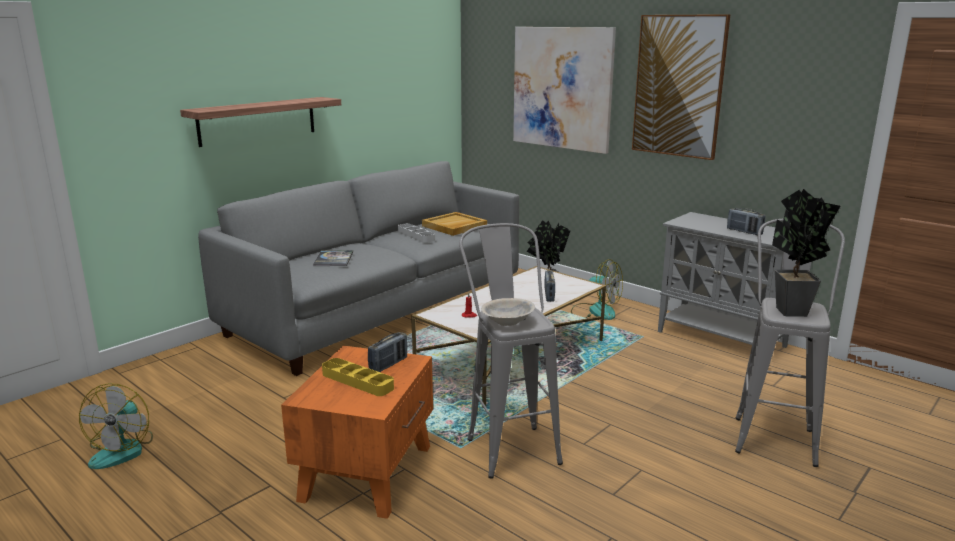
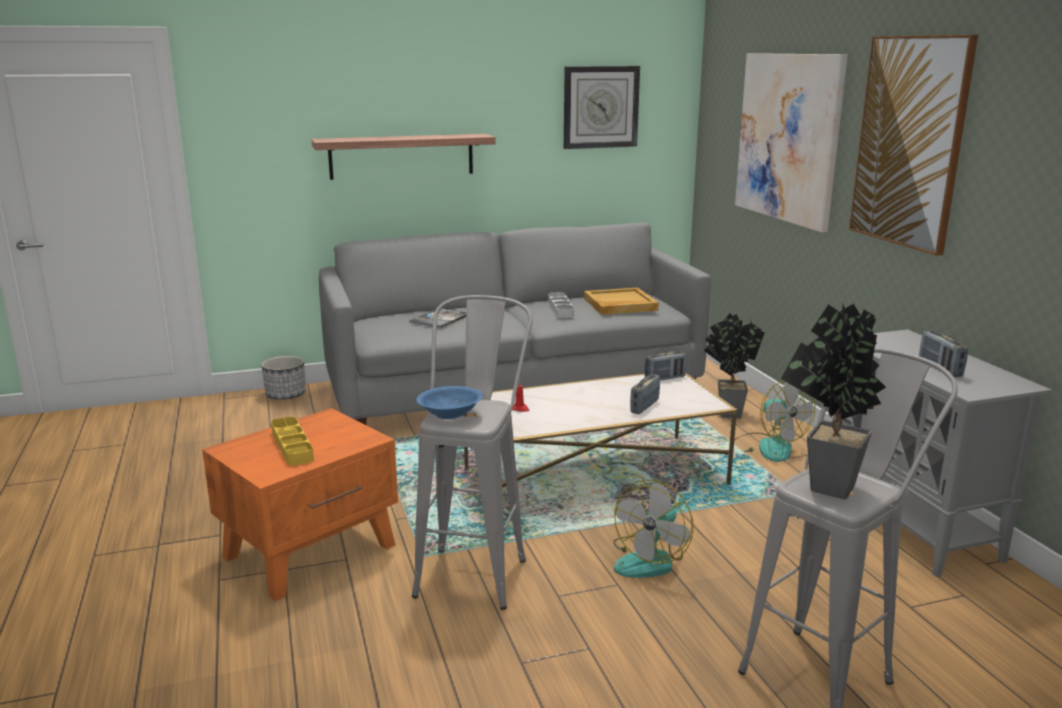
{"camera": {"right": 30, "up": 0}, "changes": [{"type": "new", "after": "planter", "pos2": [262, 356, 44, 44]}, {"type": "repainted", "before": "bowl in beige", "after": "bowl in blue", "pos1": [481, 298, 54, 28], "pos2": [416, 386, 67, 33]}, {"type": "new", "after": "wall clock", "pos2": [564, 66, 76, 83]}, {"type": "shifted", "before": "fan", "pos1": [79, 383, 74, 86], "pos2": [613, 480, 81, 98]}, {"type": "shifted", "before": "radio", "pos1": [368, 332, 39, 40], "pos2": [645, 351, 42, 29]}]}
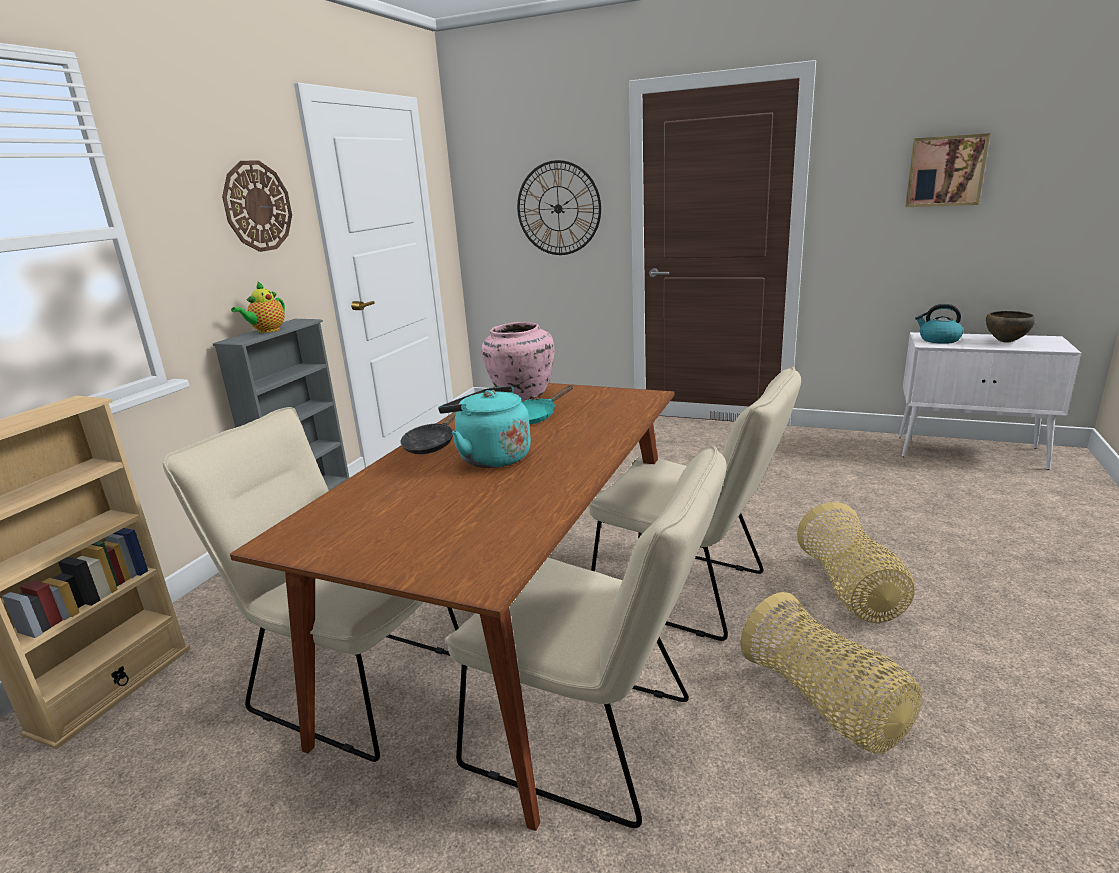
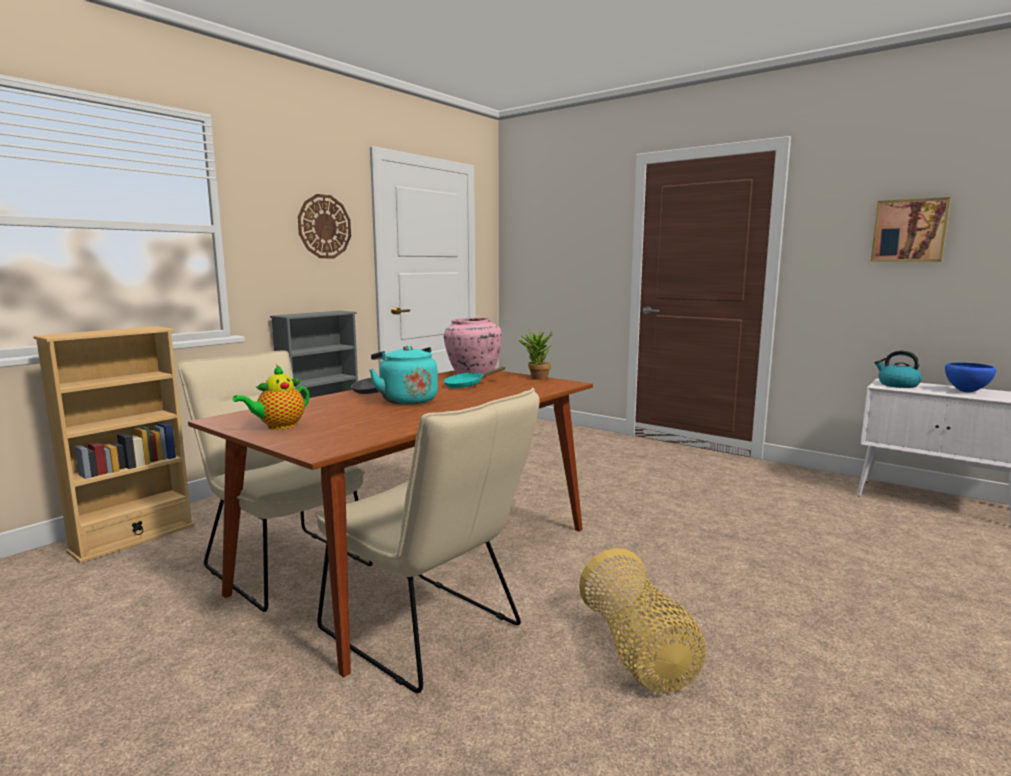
{"camera": {"right": 15, "up": -10}, "changes": [{"type": "shifted", "before": "teapot", "pos1": [231, 281, 54, 52], "pos2": [233, 365, 76, 65]}, {"type": "new", "after": "potted plant", "pos2": [518, 330, 34, 50]}, {"type": "repainted", "before": "bowl in brown", "after": "bowl in blue", "pos1": [986, 311, 50, 32], "pos2": [945, 362, 51, 30]}, {"type": "gone", "before": "wall clock", "pos1": [517, 160, 84, 95]}, {"type": "gone", "before": "chair in beige", "pos1": [589, 366, 212, 275]}, {"type": "gone", "before": "basket", "pos1": [797, 502, 117, 121]}]}
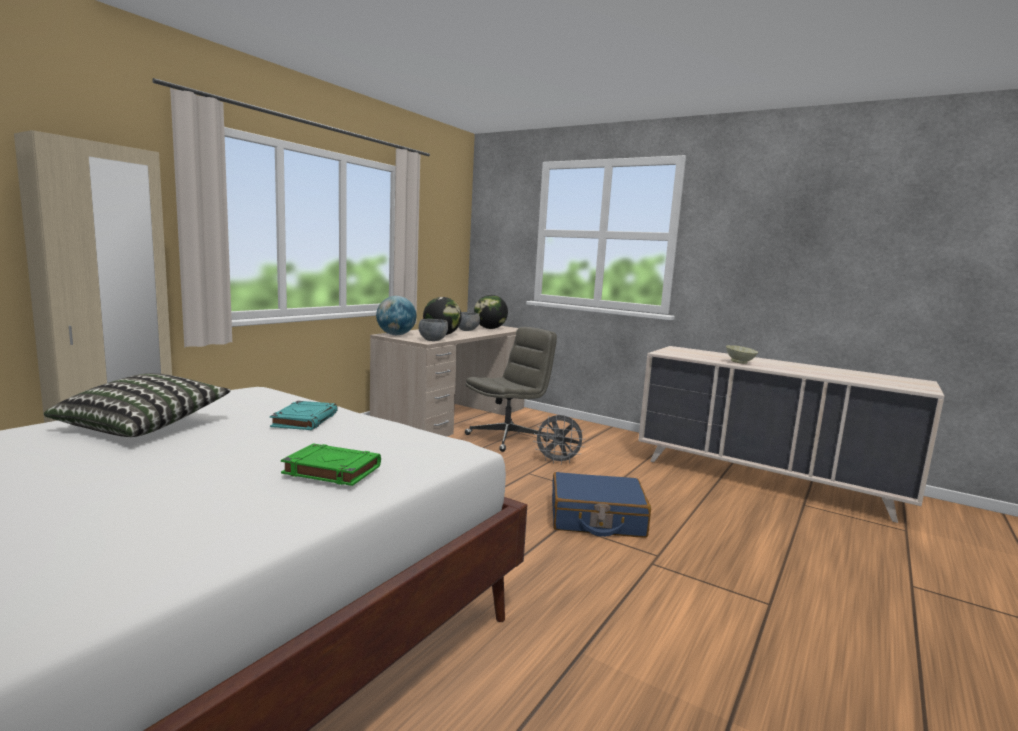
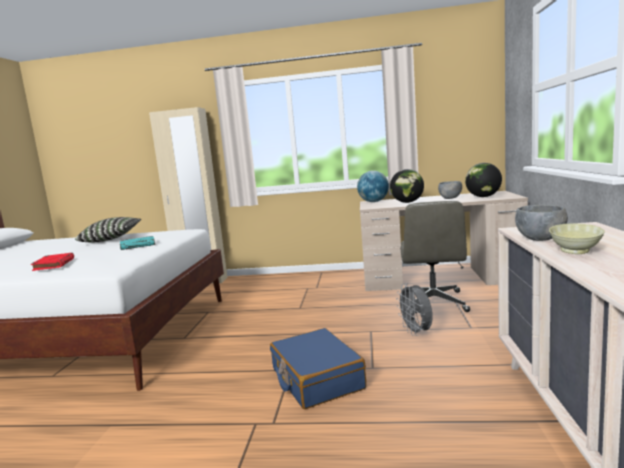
{"camera": {"right": 65, "up": 0}, "changes": [{"type": "repainted", "before": "book in green", "after": "book in red", "pos1": [281, 443, 100, 43], "pos2": [31, 253, 43, 18]}, {"type": "rotated", "before": "office chair in grey", "pos1": [465, 327, 92, 125], "pos2": [400, 201, 70, 111], "turn": 75}, {"type": "shifted", "before": "bowl in grey", "pos1": [418, 319, 30, 22], "pos2": [515, 205, 53, 36]}]}
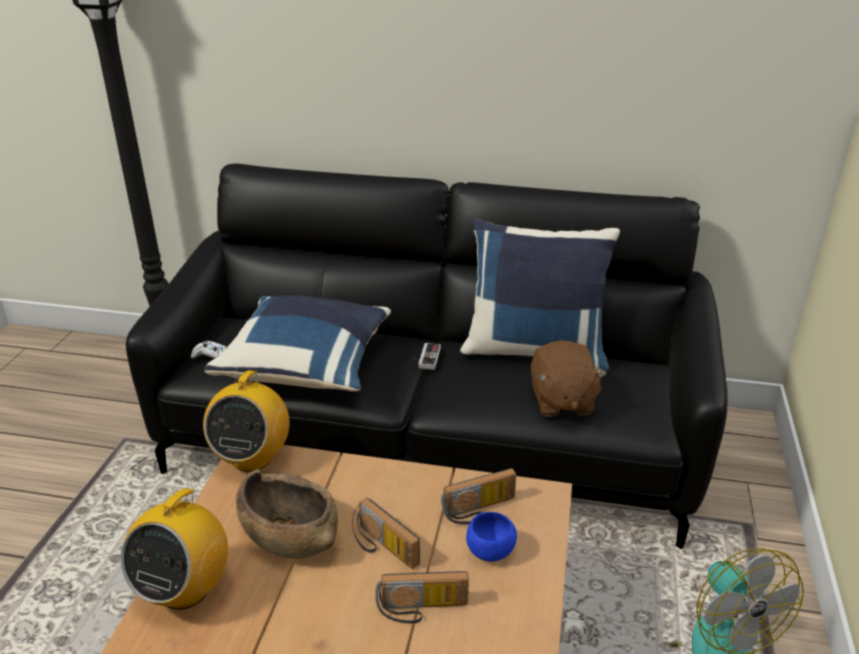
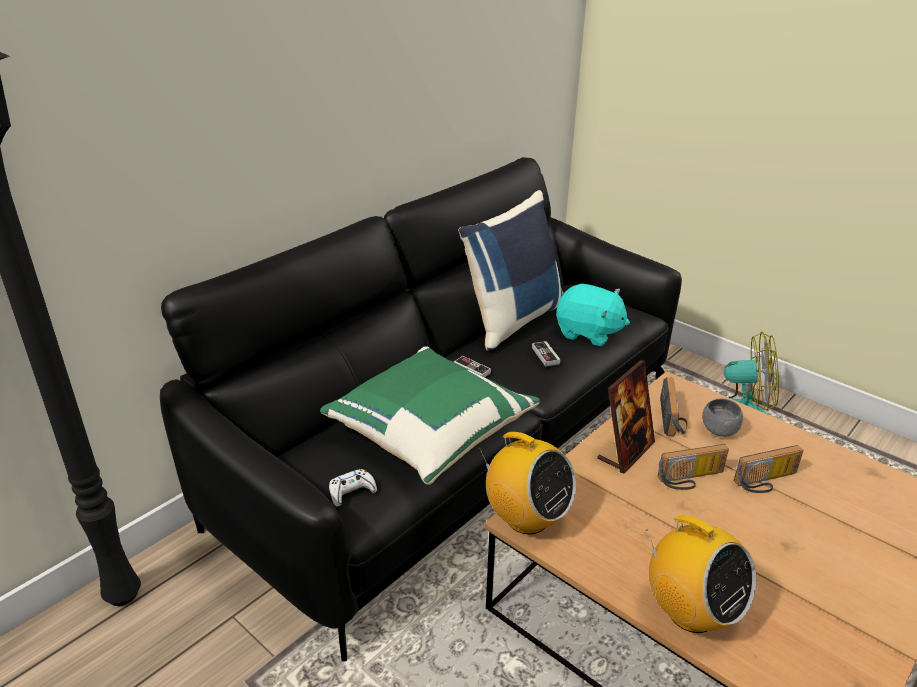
{"camera": {"right": -60, "up": 0}, "changes": [{"type": "repainted", "before": "pillow in blue", "after": "pillow in green", "pos1": [204, 295, 187, 96], "pos2": [320, 346, 220, 139]}, {"type": "new", "after": "game controller", "pos2": [532, 341, 29, 26]}, {"type": "repainted", "before": "plush toy in brown", "after": "plush toy in turquoise", "pos1": [531, 340, 76, 77], "pos2": [556, 284, 74, 62]}, {"type": "new", "after": "picture frame", "pos2": [597, 360, 58, 114]}, {"type": "repainted", "before": "bowl in blue", "after": "bowl in grey", "pos1": [466, 512, 51, 50], "pos2": [702, 399, 41, 38]}, {"type": "rotated", "before": "radio", "pos1": [375, 571, 94, 53], "pos2": [734, 445, 70, 48], "turn": 45}, {"type": "gone", "before": "bowl in brown", "pos1": [236, 469, 102, 90]}]}
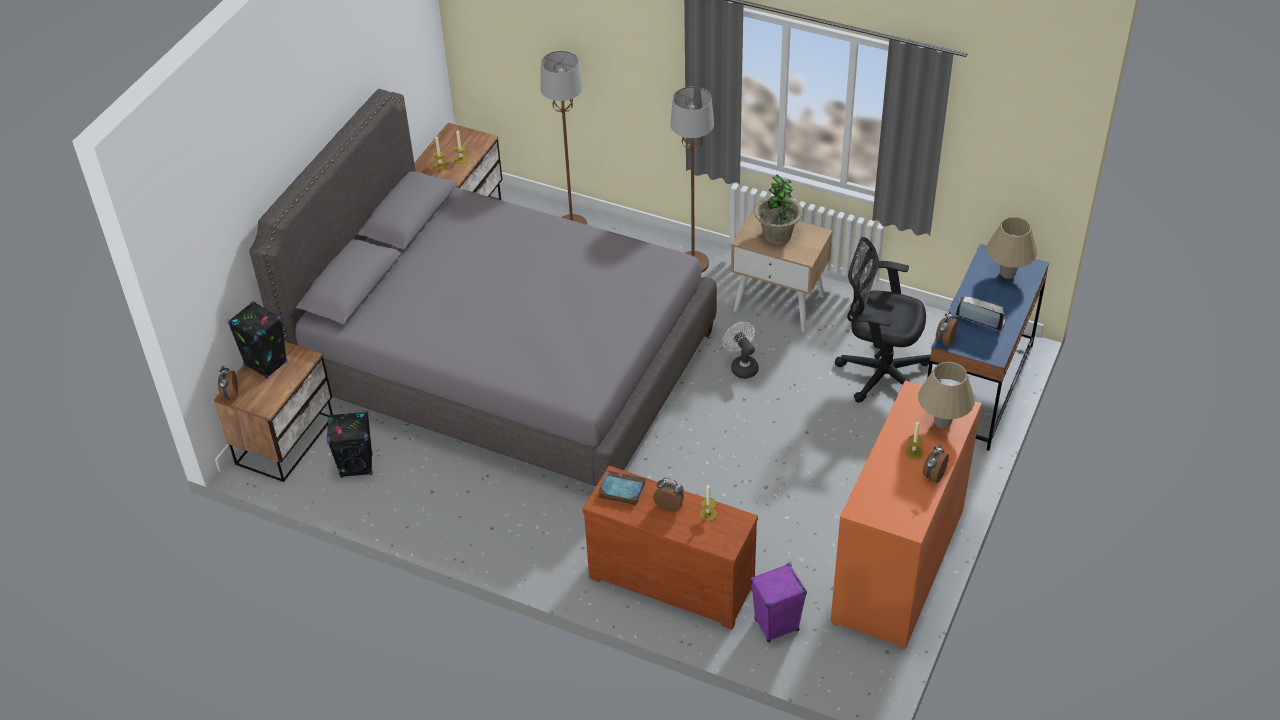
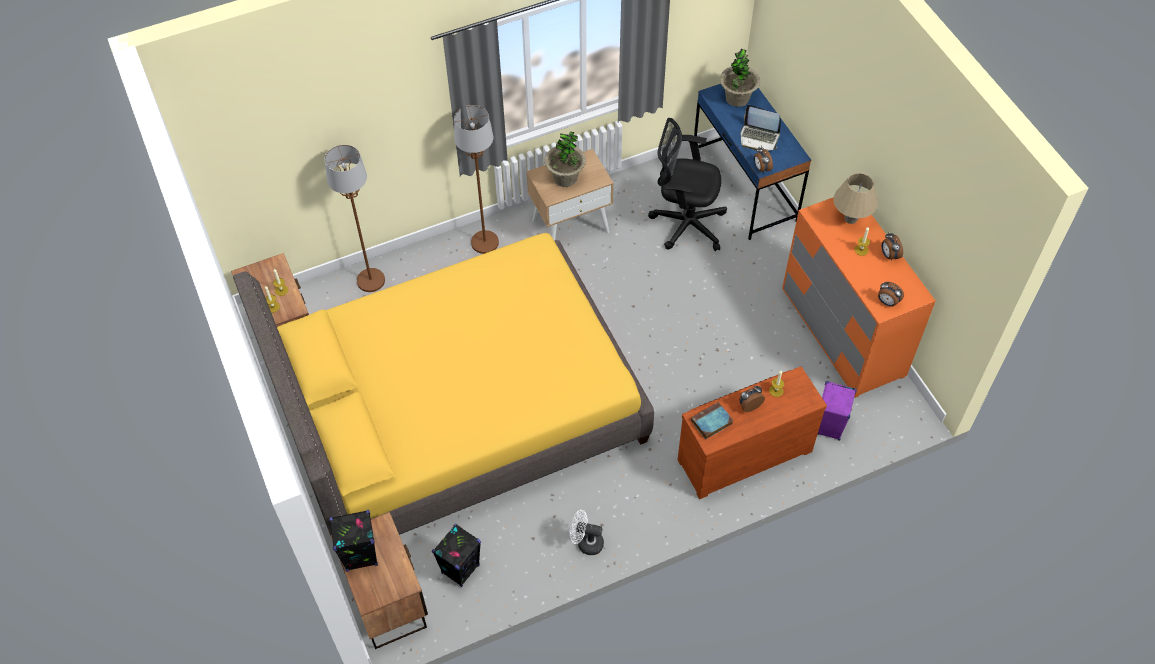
{"camera": {"right": -50, "up": 10}, "changes": [{"type": "repainted", "before": "bed in grey", "after": "bed in yellow", "pos1": [249, 89, 468, 397], "pos2": [233, 233, 421, 303]}, {"type": "shifted", "before": "fan in white", "pos1": [722, 322, 37, 57], "pos2": [570, 510, 34, 45]}, {"type": "rotated", "before": "office chair in black", "pos1": [835, 237, 96, 166], "pos2": [648, 118, 79, 133], "turn": 45}, {"type": "swapped", "before": "table lamp in beige", "after": "potted plant", "pos1": [986, 217, 51, 62], "pos2": [720, 49, 40, 58]}, {"type": "rotated", "before": "laptop", "pos1": [956, 297, 49, 34], "pos2": [741, 105, 40, 45], "turn": -135}, {"type": "shifted", "before": "alarm clock", "pos1": [218, 366, 20, 34], "pos2": [878, 282, 26, 25]}]}
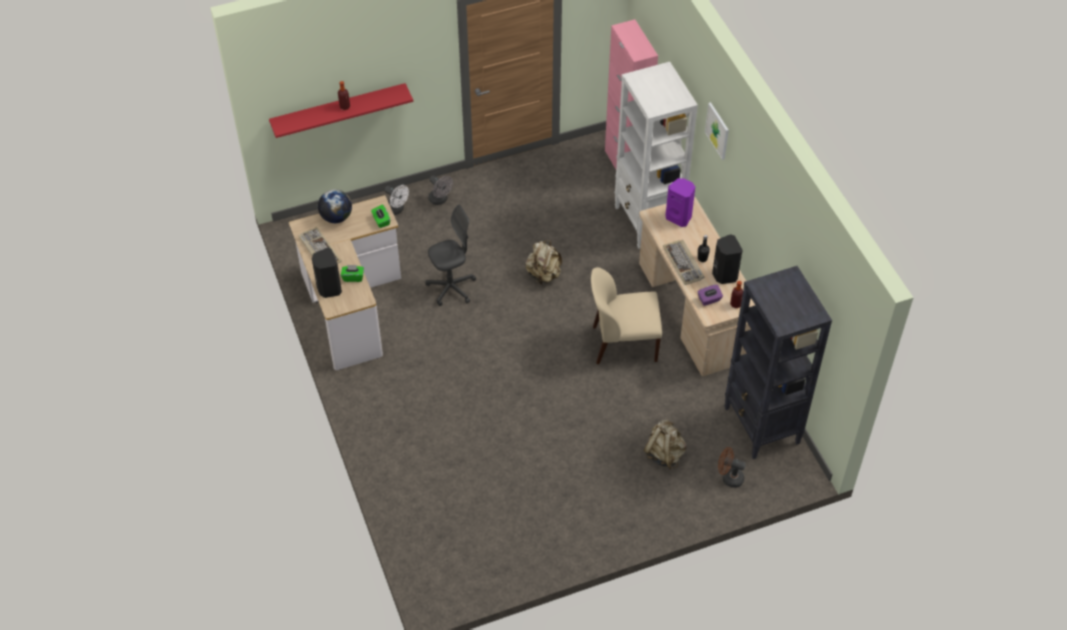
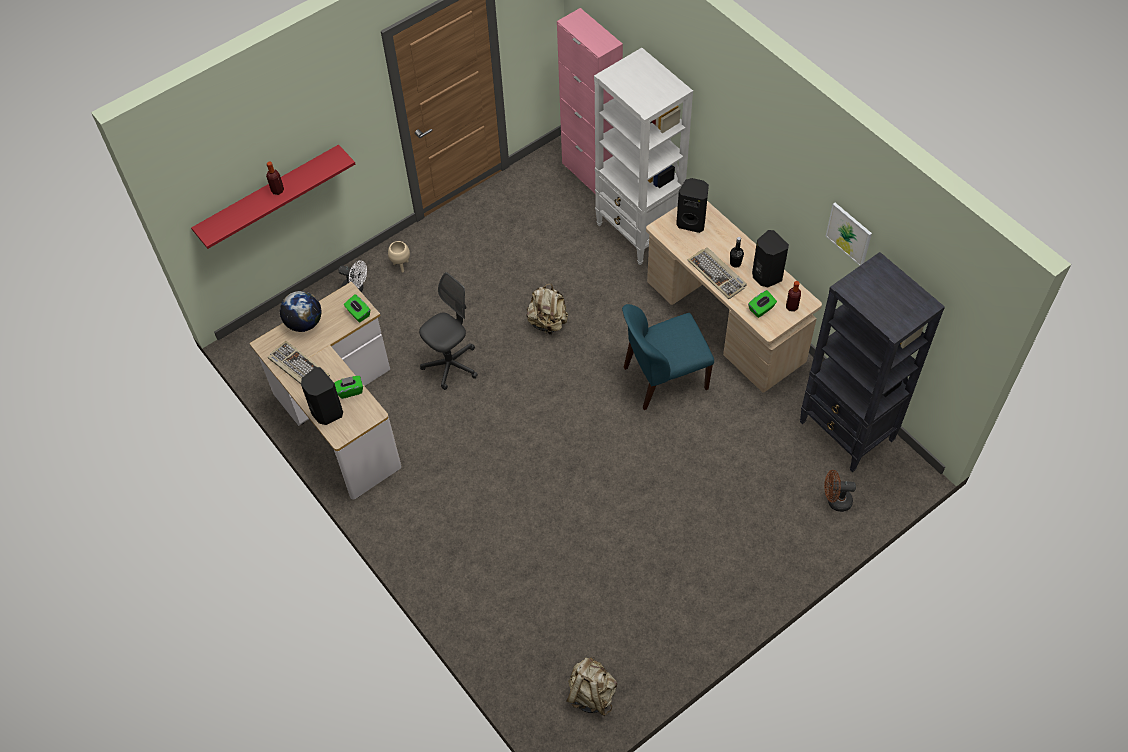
{"camera": {"right": -15, "up": 5}, "changes": [{"type": "swapped", "before": "fan in grey", "after": "planter in beige", "pos1": [428, 175, 25, 30], "pos2": [388, 241, 22, 32]}, {"type": "shifted", "before": "backpack in beige", "pos1": [644, 420, 43, 50], "pos2": [567, 656, 50, 60]}, {"type": "repainted", "before": "chair in beige", "after": "chair in blue", "pos1": [591, 267, 71, 97], "pos2": [622, 304, 92, 106]}, {"type": "repainted", "before": "speaker in purple", "after": "speaker in black", "pos1": [665, 178, 30, 49], "pos2": [676, 178, 33, 55]}, {"type": "repainted", "before": "tissue box in purple", "after": "tissue box in green", "pos1": [698, 285, 25, 21], "pos2": [748, 290, 29, 28]}, {"type": "shifted", "before": "picture", "pos1": [705, 102, 24, 58], "pos2": [826, 203, 46, 63]}]}
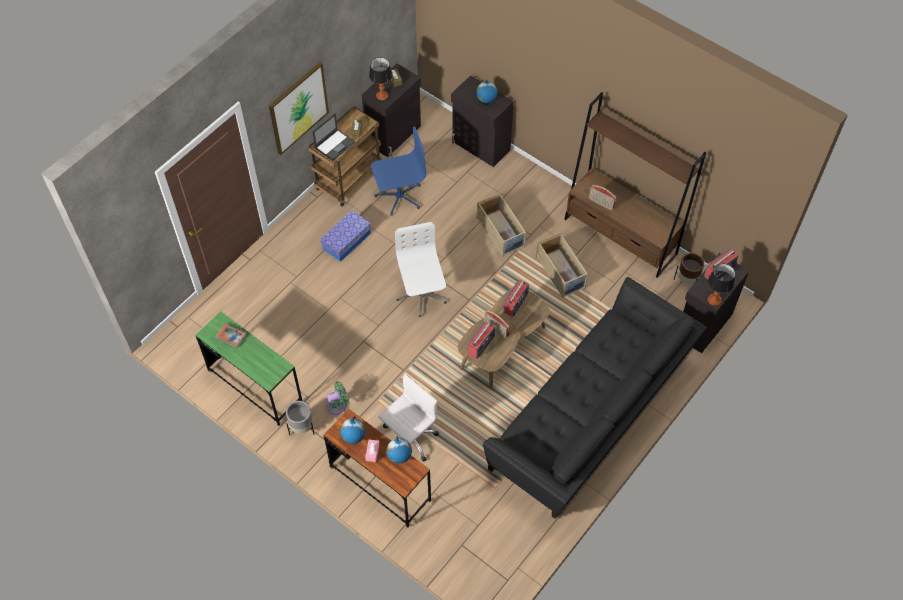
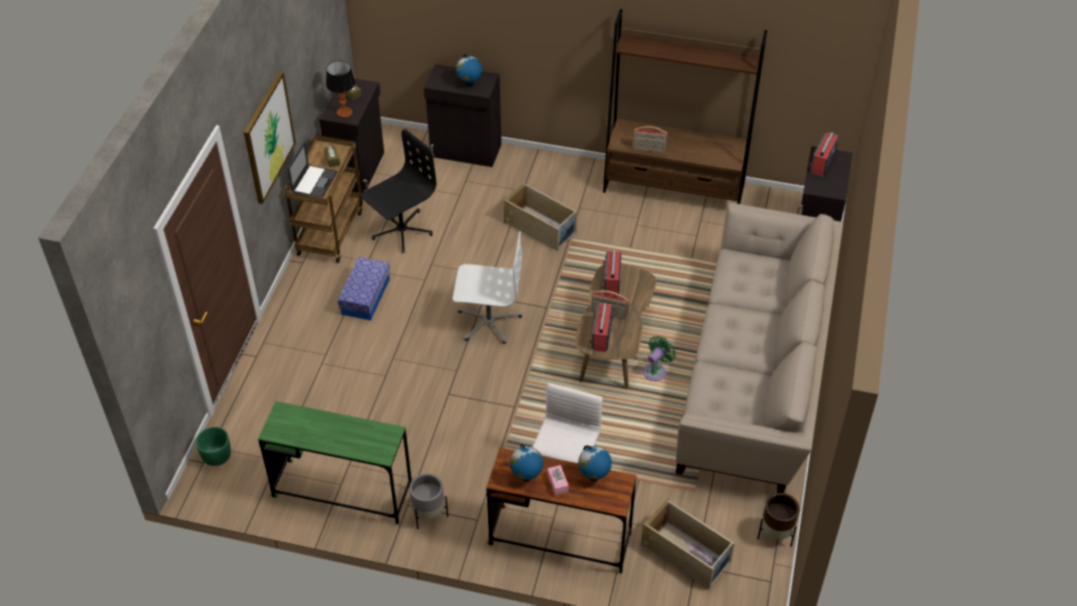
{"camera": {"right": -25, "up": -10}, "changes": [{"type": "new", "after": "planter in green", "pos2": [196, 427, 35, 39]}, {"type": "repainted", "before": "office chair in blue", "after": "office chair in black", "pos1": [371, 127, 55, 89], "pos2": [362, 129, 74, 124]}, {"type": "rotated", "before": "office chair in white", "pos1": [395, 222, 52, 95], "pos2": [453, 231, 69, 113], "turn": 135}, {"type": "shifted", "before": "storage box in beige", "pos1": [536, 232, 52, 66], "pos2": [641, 497, 94, 92]}, {"type": "shifted", "before": "fan in green", "pos1": [326, 381, 23, 34], "pos2": [643, 336, 33, 45]}, {"type": "repainted", "before": "sofa in black", "after": "sofa in beige", "pos1": [483, 277, 224, 242], "pos2": [676, 203, 167, 290]}, {"type": "shifted", "before": "planter in brown", "pos1": [674, 253, 31, 31], "pos2": [757, 493, 42, 54]}, {"type": "gone", "before": "book", "pos1": [215, 323, 32, 26]}, {"type": "gone", "before": "table lamp", "pos1": [708, 264, 27, 42]}]}
